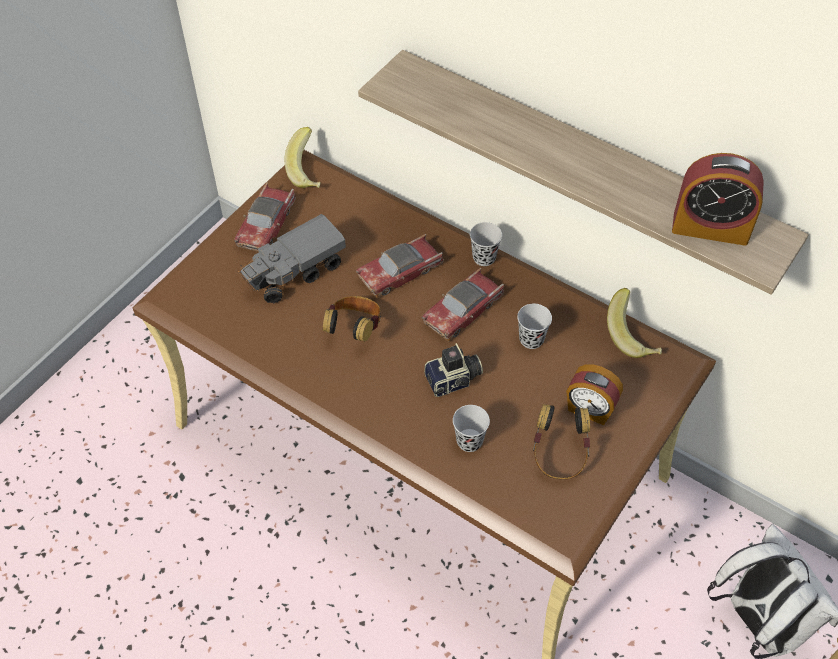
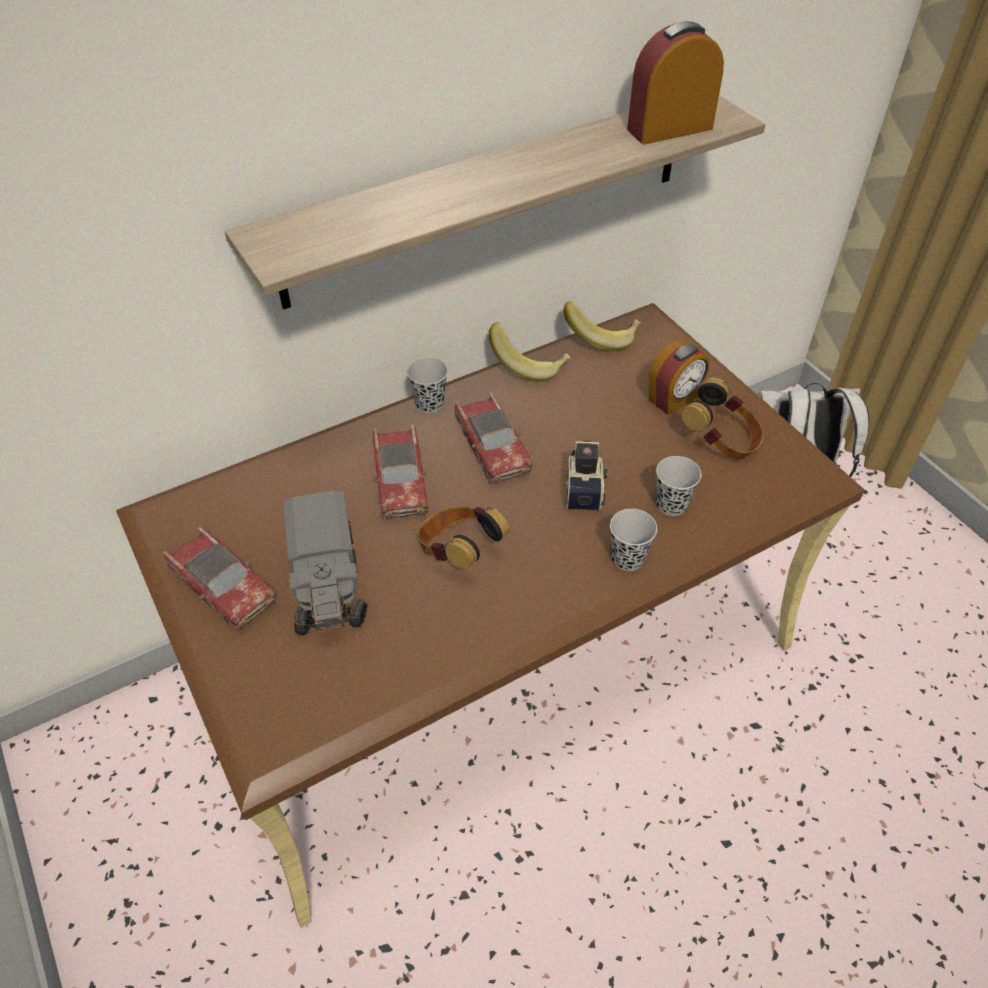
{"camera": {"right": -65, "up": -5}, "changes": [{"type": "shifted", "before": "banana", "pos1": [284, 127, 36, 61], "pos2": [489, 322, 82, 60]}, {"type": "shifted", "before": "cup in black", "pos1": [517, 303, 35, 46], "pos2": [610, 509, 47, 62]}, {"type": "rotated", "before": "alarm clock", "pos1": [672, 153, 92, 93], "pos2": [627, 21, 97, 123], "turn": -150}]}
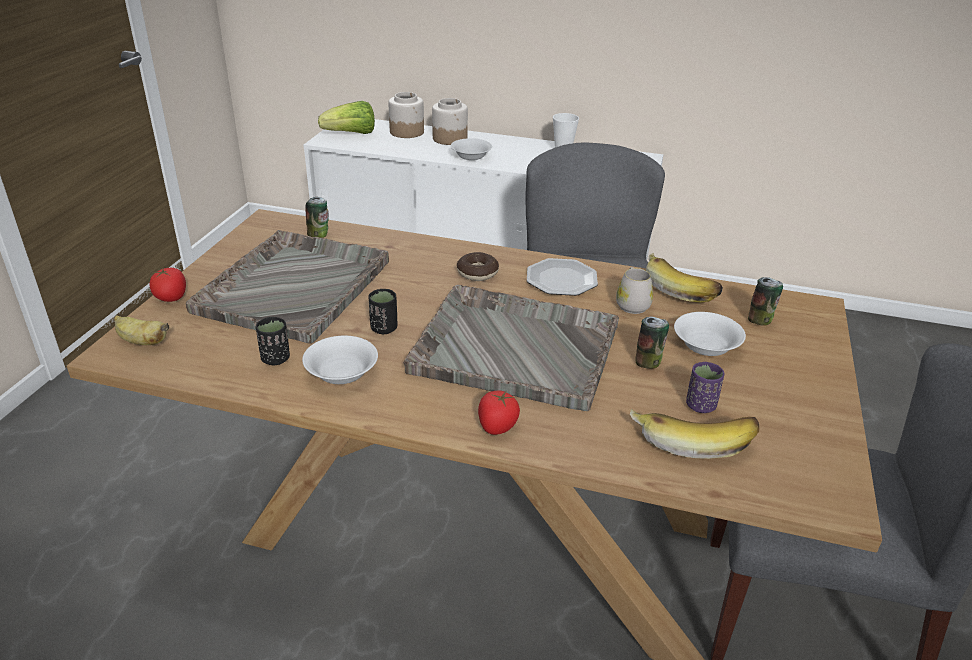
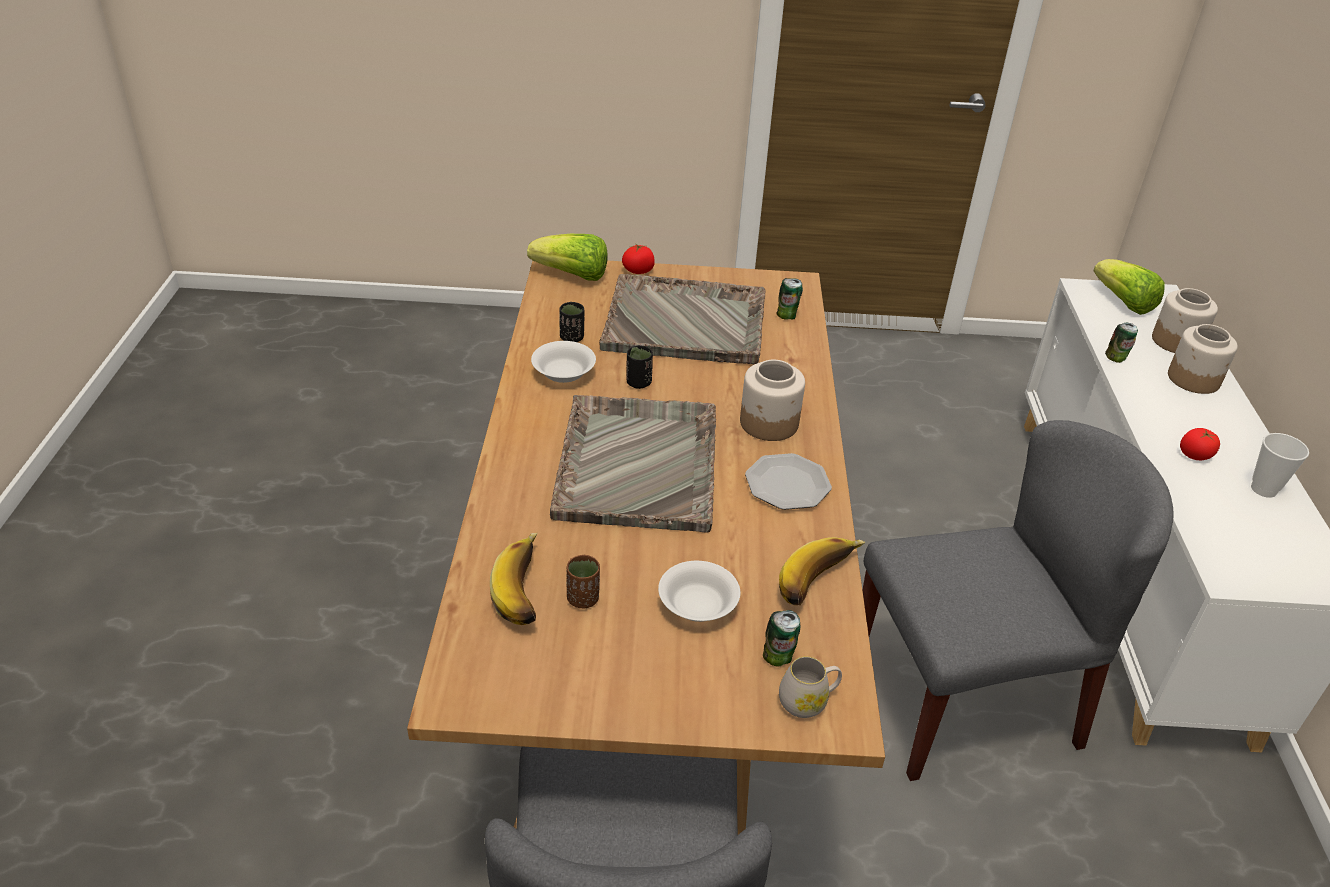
{"camera": {"right": 75, "up": 5}, "changes": [{"type": "swapped", "before": "banana", "after": "lettuce", "pos1": [114, 315, 55, 30], "pos2": [527, 234, 81, 47]}, {"type": "repainted", "before": "cup in purple", "after": "cup in brown", "pos1": [686, 362, 38, 51], "pos2": [567, 555, 33, 54]}, {"type": "swapped", "before": "donut", "after": "jar", "pos1": [457, 252, 42, 29], "pos2": [740, 360, 65, 81]}, {"type": "shifted", "before": "mug in white", "pos1": [616, 267, 37, 47], "pos2": [779, 656, 63, 62]}, {"type": "shifted", "before": "can", "pos1": [636, 317, 33, 52], "pos2": [1105, 323, 33, 40]}, {"type": "shifted", "before": "tomato", "pos1": [478, 391, 42, 44], "pos2": [1180, 428, 40, 32]}, {"type": "gone", "before": "bowl in white", "pos1": [451, 138, 41, 23]}]}
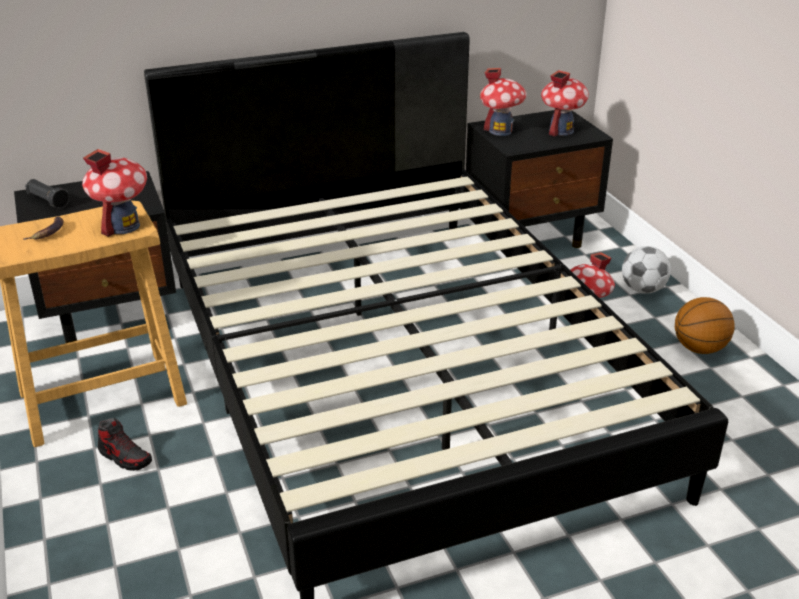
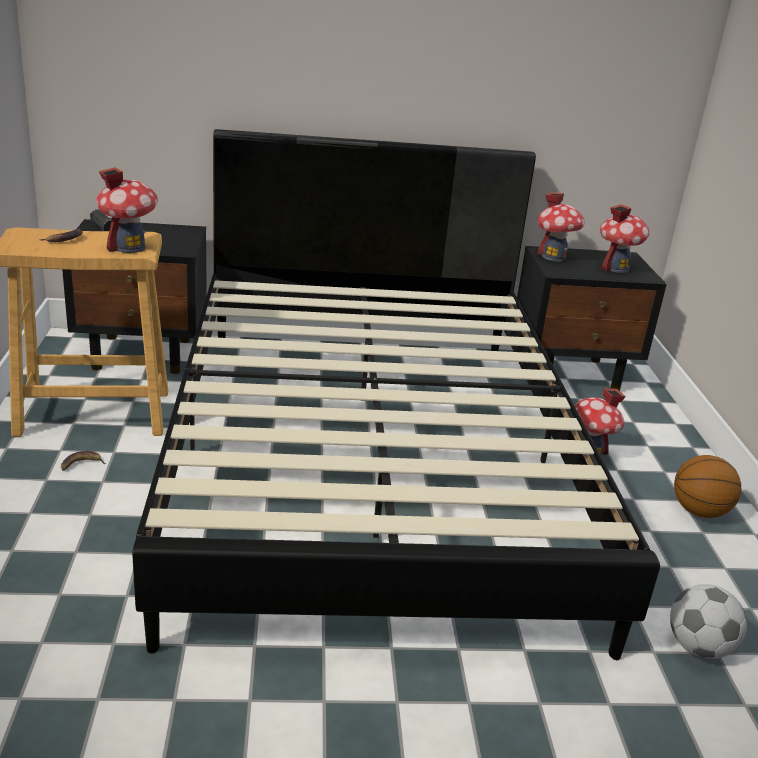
{"camera": {"right": 15, "up": -5}, "changes": [{"type": "swapped", "before": "shoe", "after": "banana", "pos1": [98, 418, 54, 53], "pos2": [61, 451, 45, 20]}, {"type": "shifted", "before": "football", "pos1": [622, 246, 49, 48], "pos2": [670, 584, 77, 75]}]}
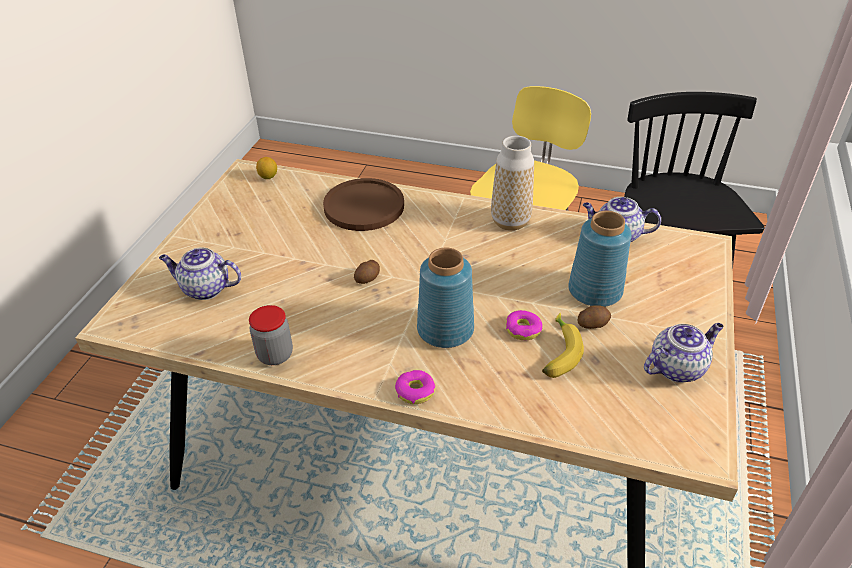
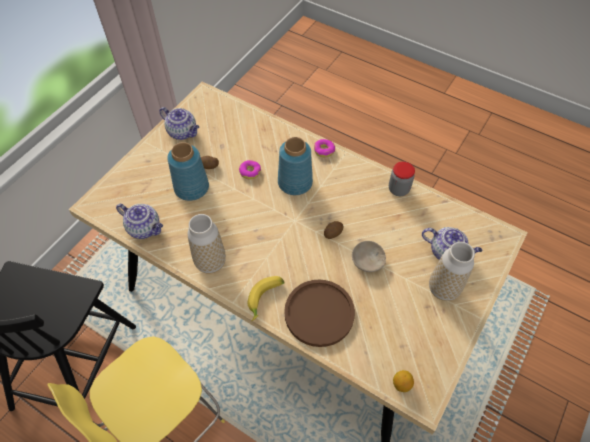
{"camera": {"right": -165, "up": 15}, "changes": [{"type": "rotated", "before": "teapot", "pos1": [644, 323, 80, 60], "pos2": [159, 107, 40, 33], "turn": -135}, {"type": "shifted", "before": "banana", "pos1": [542, 313, 42, 65], "pos2": [248, 276, 37, 45]}, {"type": "new", "after": "bowl in beige", "pos2": [352, 241, 34, 31]}, {"type": "new", "after": "vase", "pos2": [429, 242, 46, 59]}]}
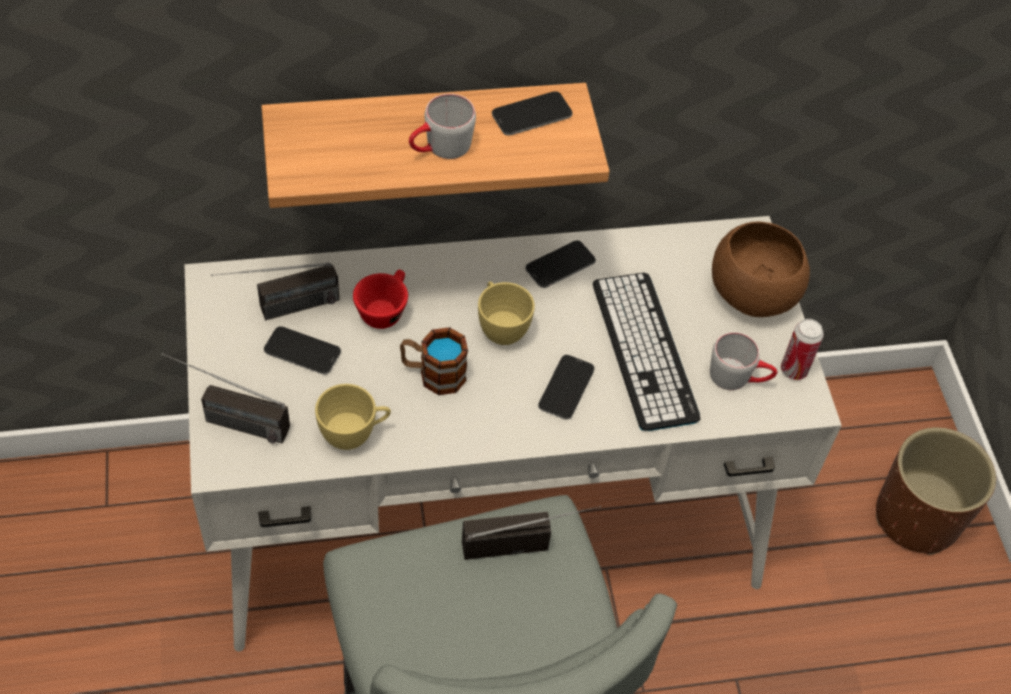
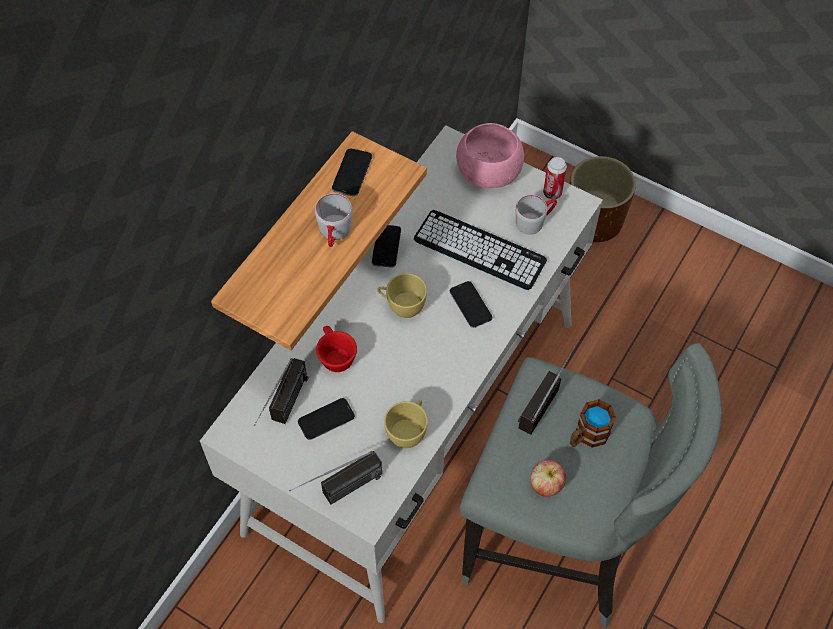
{"camera": {"right": -45, "up": 5}, "changes": [{"type": "repainted", "before": "bowl in brown", "after": "bowl in pink", "pos1": [712, 221, 98, 96], "pos2": [456, 123, 68, 65]}, {"type": "new", "after": "apple", "pos2": [530, 460, 36, 37]}, {"type": "shifted", "before": "mug", "pos1": [400, 327, 68, 68], "pos2": [570, 399, 46, 49]}]}
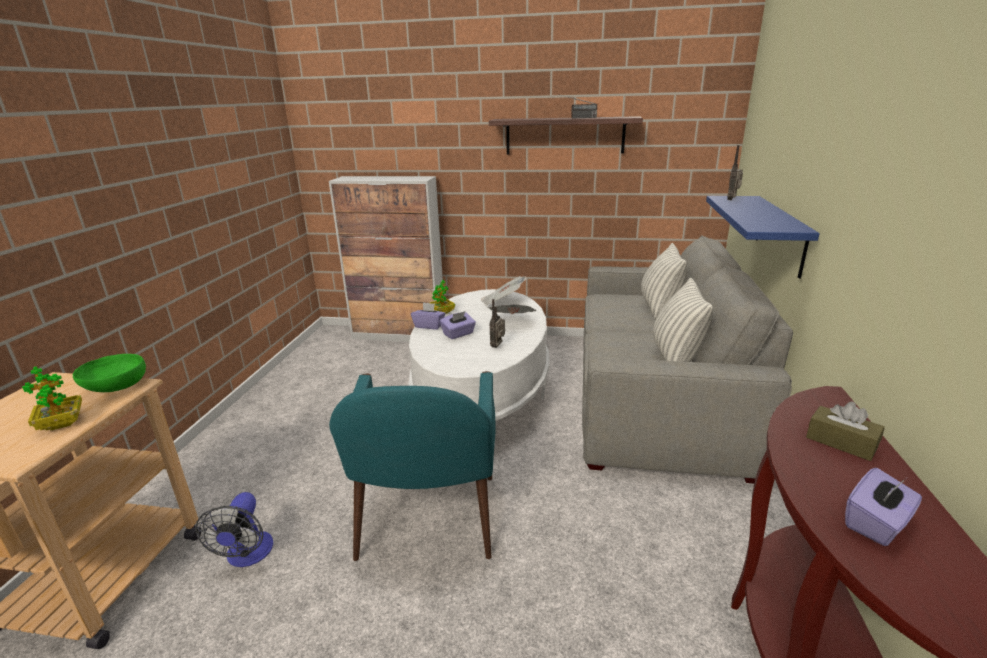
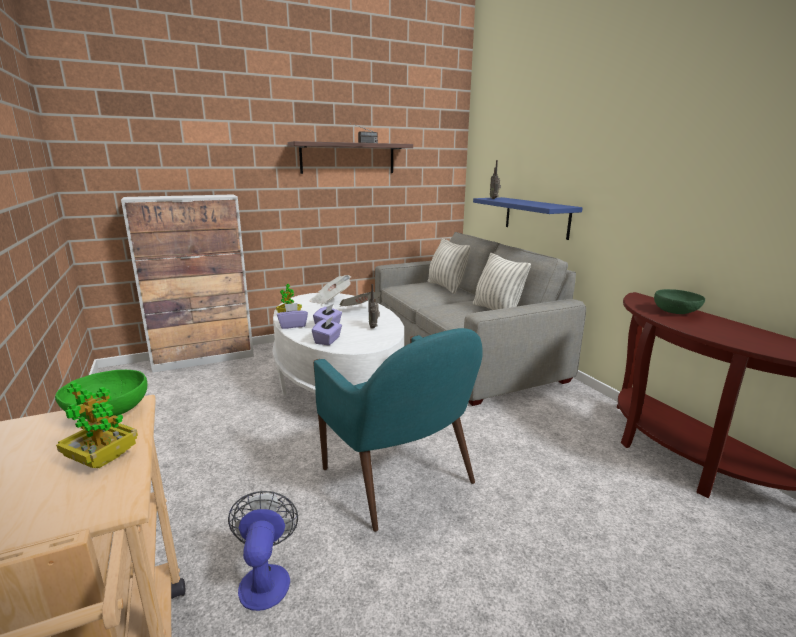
{"camera": {"right": -35, "up": -5}, "changes": [{"type": "rotated", "before": "fan", "pos1": [195, 492, 78, 75], "pos2": [228, 491, 70, 120], "turn": -150}, {"type": "shifted", "before": "tissue box in purple", "pos1": [845, 468, 77, 78], "pos2": [312, 316, 30, 29]}, {"type": "swapped", "before": "tissue box in brown", "after": "bowl in green", "pos1": [806, 402, 79, 59], "pos2": [654, 289, 51, 25]}]}
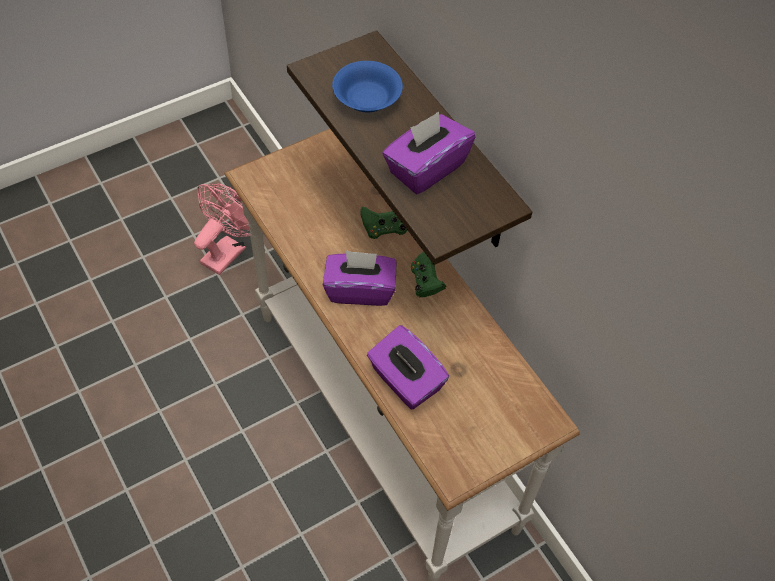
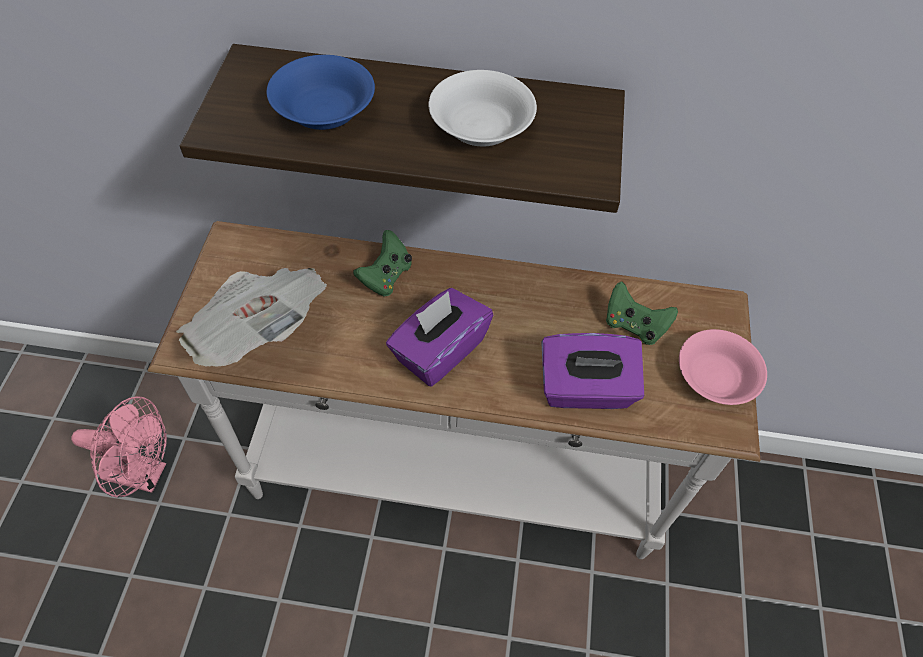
{"camera": {"right": -50, "up": 0}, "changes": [{"type": "rotated", "before": "fan in pink", "pos1": [194, 184, 56, 91], "pos2": [71, 396, 96, 102], "turn": 120}, {"type": "new", "after": "newspaper", "pos2": [176, 268, 151, 99]}, {"type": "swapped", "before": "tissue box in purple", "after": "bowl in white", "pos1": [382, 112, 93, 83], "pos2": [428, 70, 109, 76]}, {"type": "shifted", "before": "game controller in green", "pos1": [411, 252, 35, 45], "pos2": [606, 281, 72, 64]}, {"type": "new", "after": "bowl in pink", "pos2": [679, 329, 88, 76]}]}
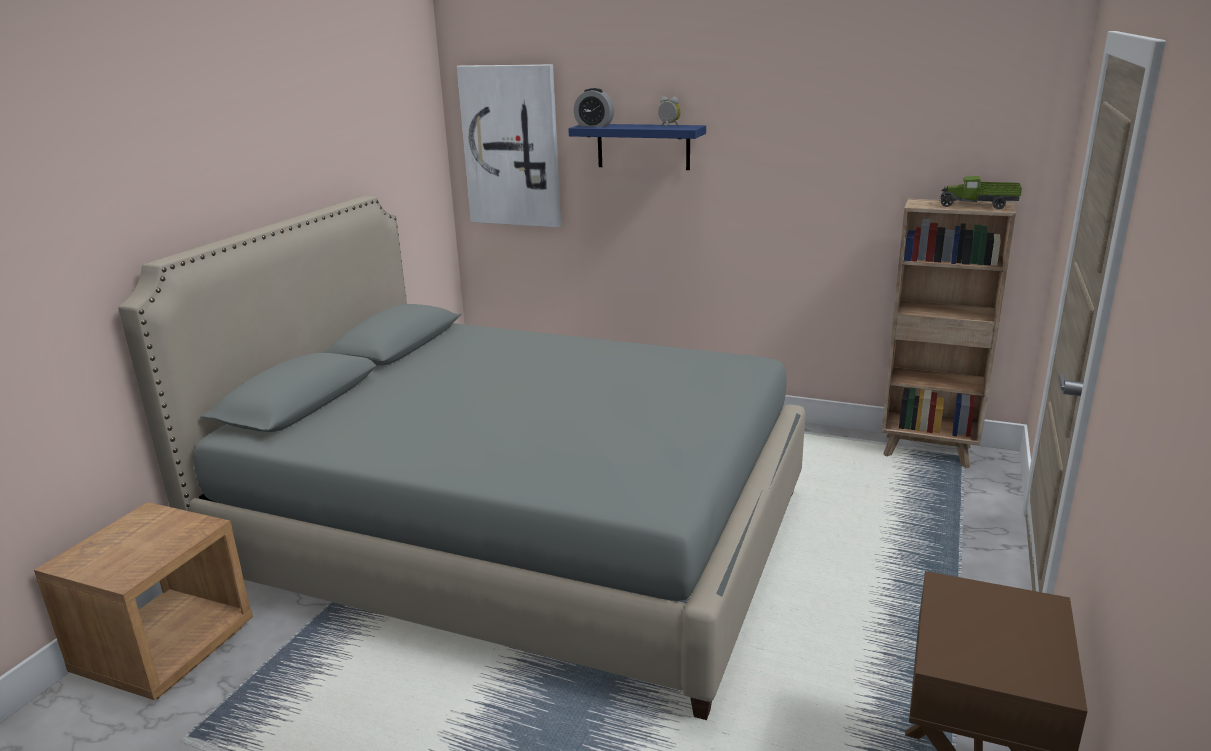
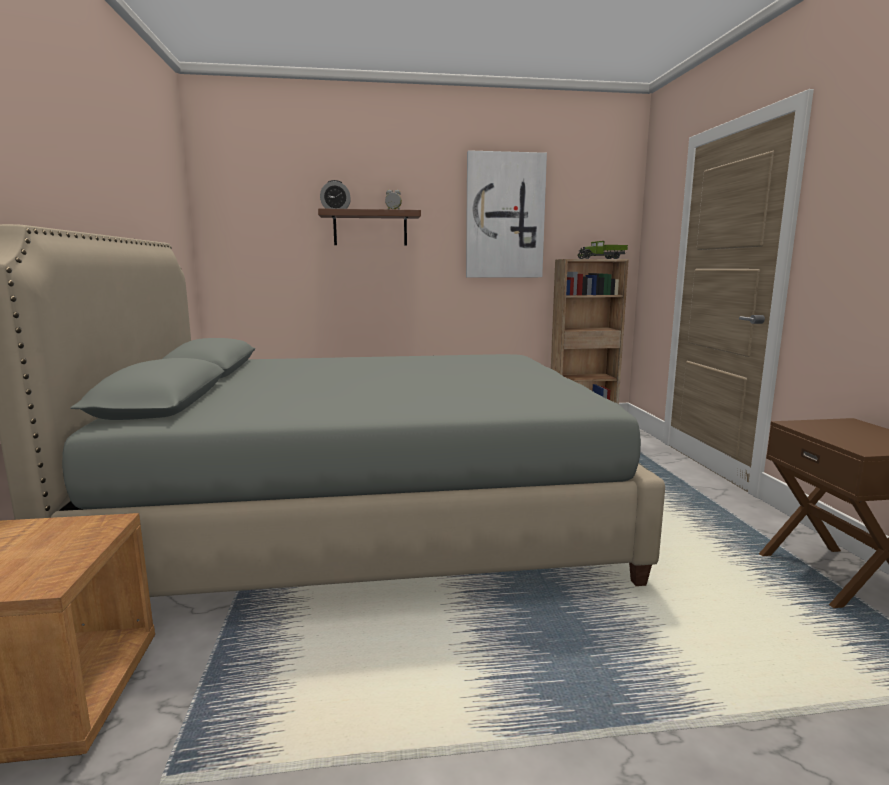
{"camera": {"right": -30, "up": -10}, "changes": [{"type": "repainted", "before": "shelf in blue", "after": "shelf in brown", "pos1": [568, 124, 138, 46], "pos2": [318, 208, 103, 38]}, {"type": "shifted", "before": "picture", "pos1": [457, 64, 104, 163], "pos2": [466, 150, 81, 128]}]}
